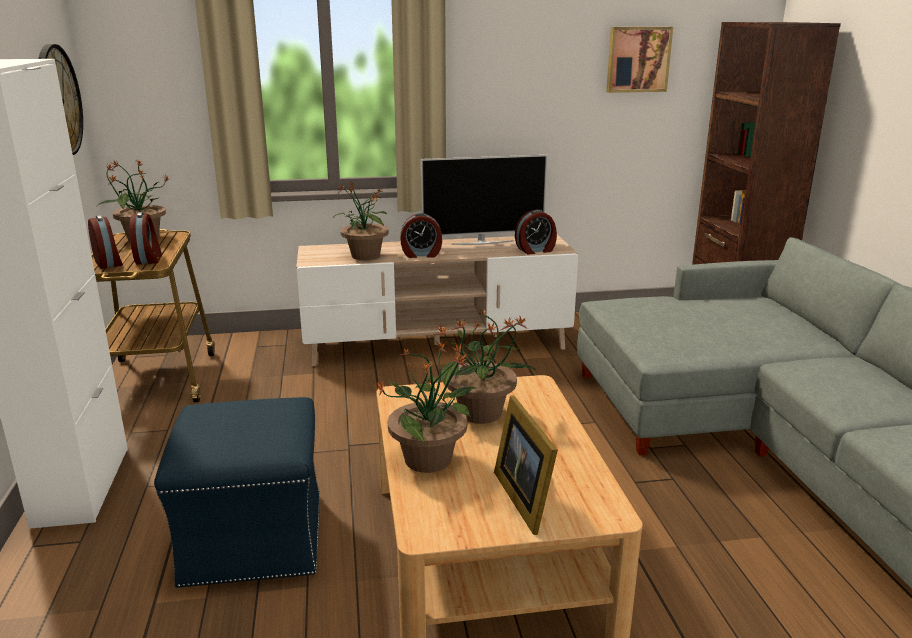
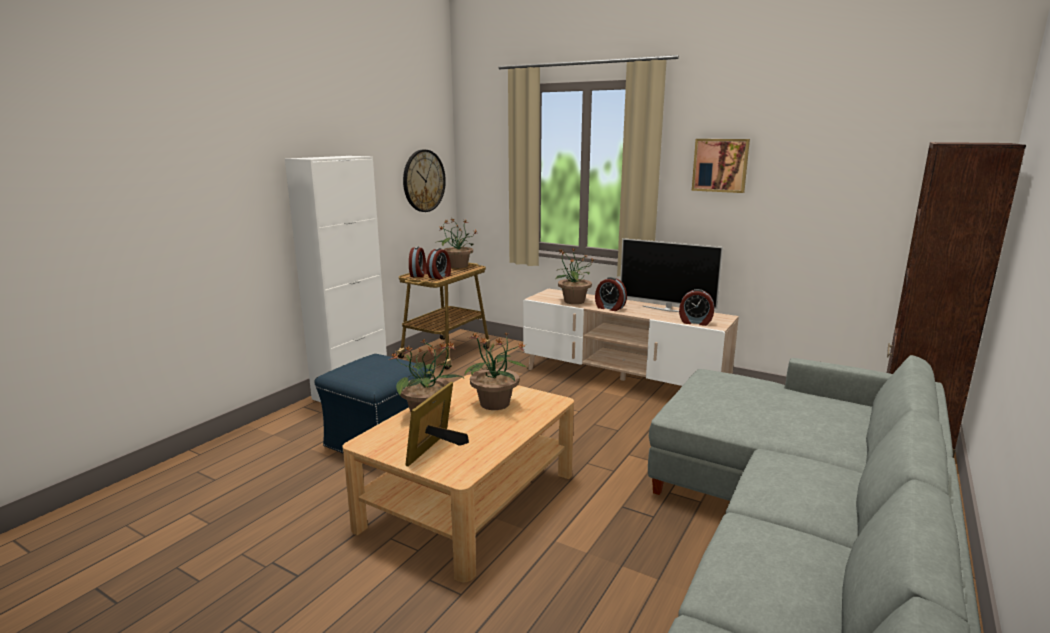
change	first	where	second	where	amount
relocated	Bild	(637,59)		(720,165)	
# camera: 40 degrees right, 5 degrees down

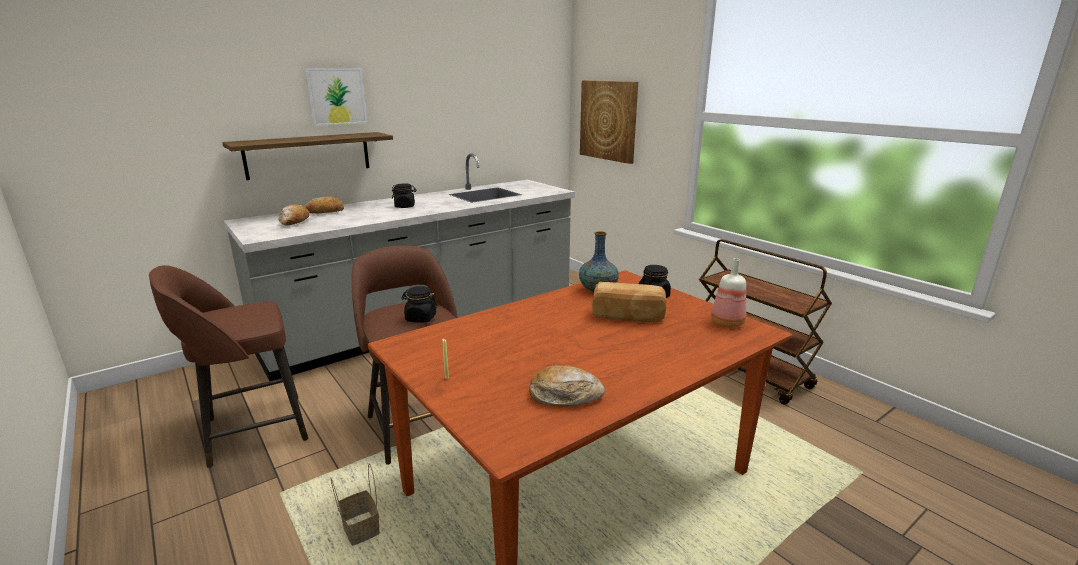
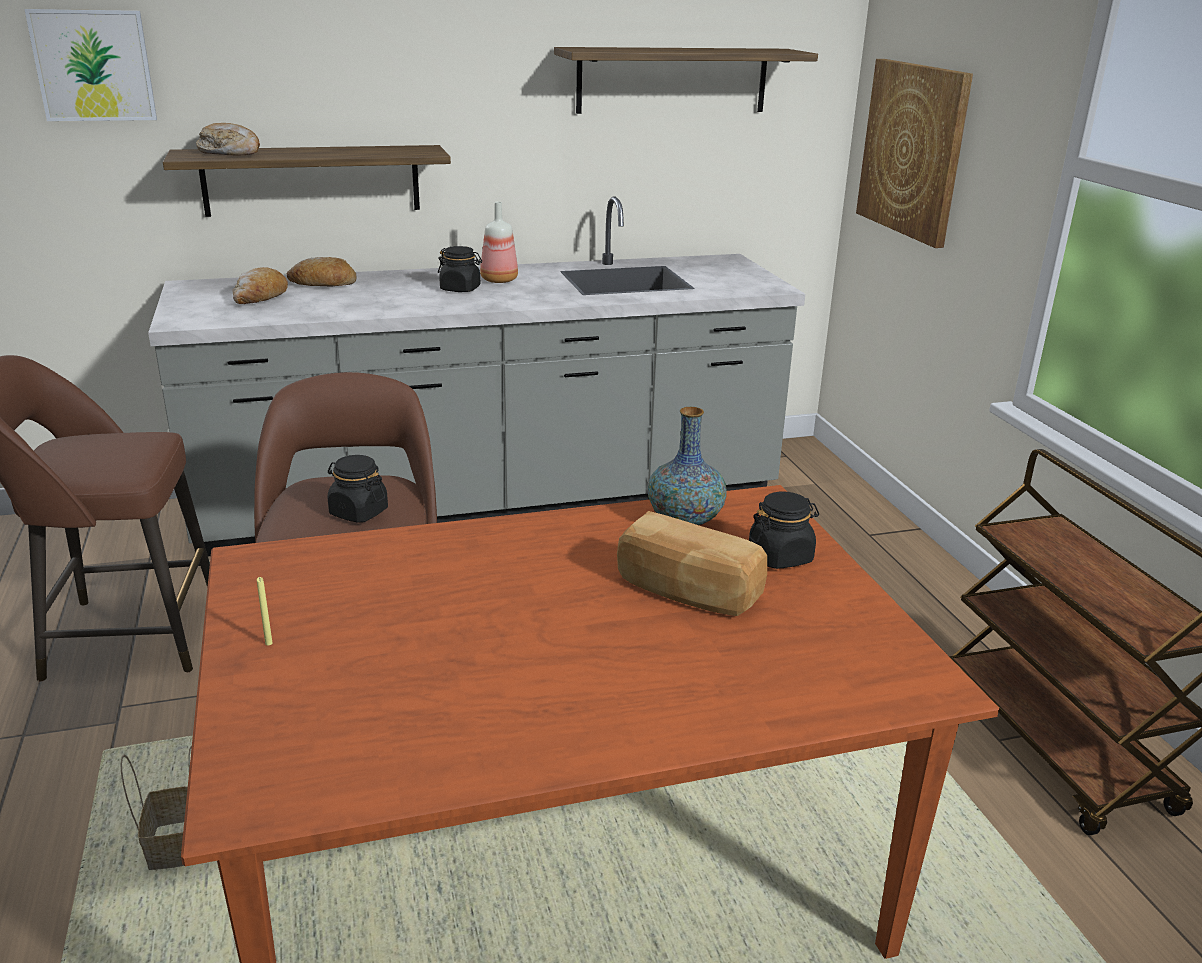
change	first	where	second	where	amount
relocated	Bild	(337,96)		(93,66)	
relocated	Brot	(565,395)		(230,153)	
relocated	Flasche	(726,323)		(498,280)	
appeared			Wandregal	(672,80)	
# camera: 20 degrees right, 5 degrees up

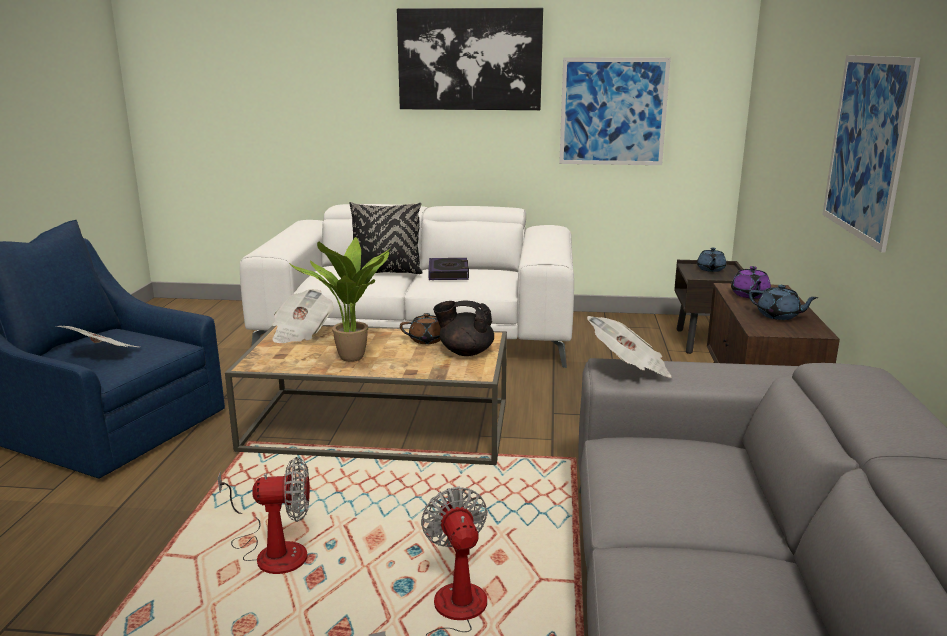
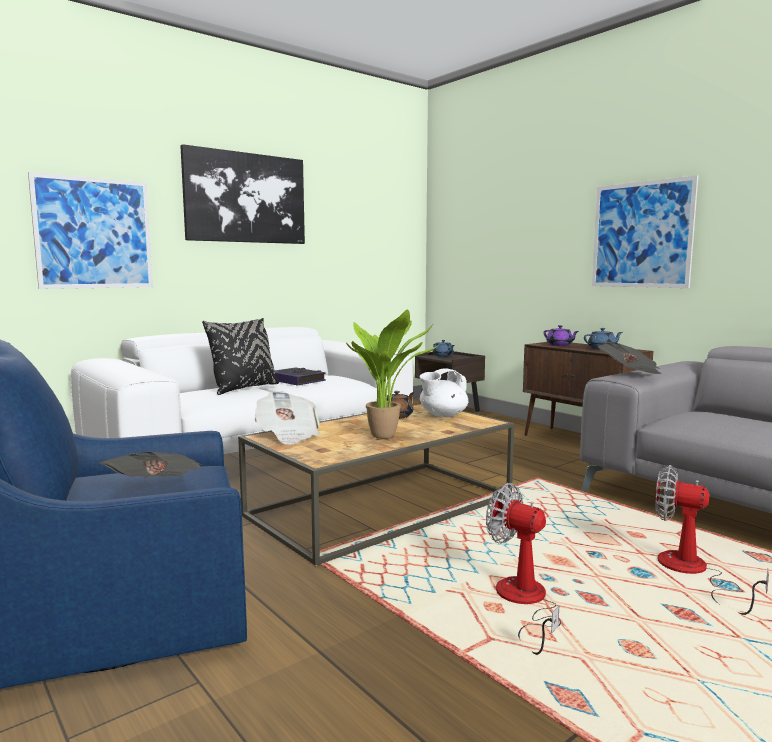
change	first	where	second	where	amount
relocated	Bild	(613,112)		(94,233)	
colour	Teekanne/schwarz	(465,352)	Teekanne/weiß	(442,415)	
spun	Ventilator	(272,551)		(524,603)	90 degrees counterclockwise
# camera: 45 degrees left, 10 degrees down

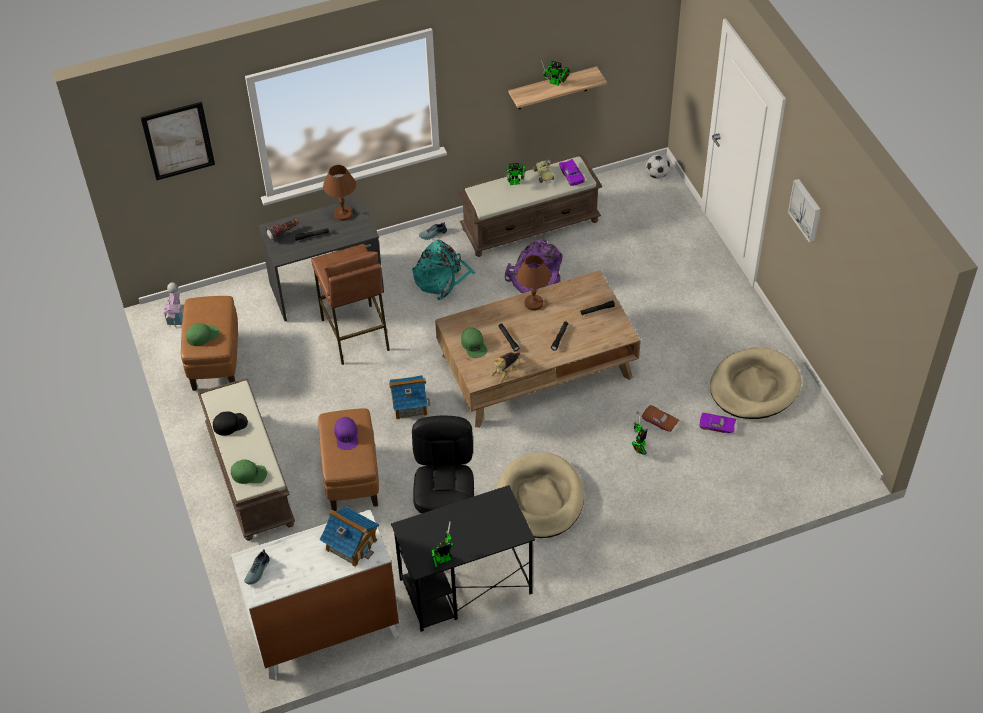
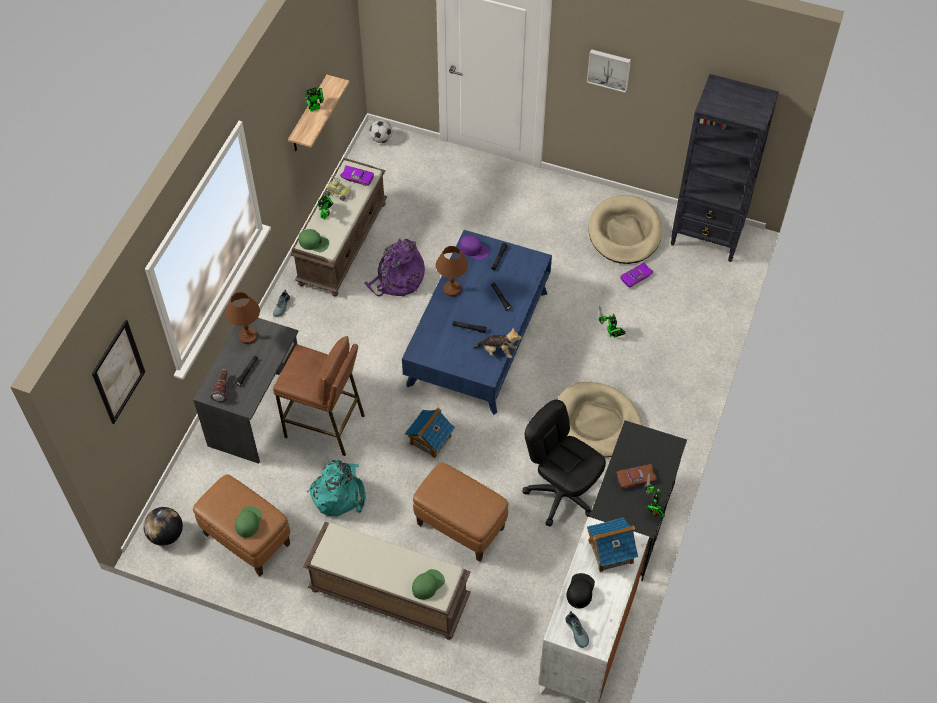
change	first	where	second	where	amount
exchanged	Spielzeughaus	(176,315)	Globus	(166,534)	
relocated	Kappe/grün	(474,345)		(313,242)	
relocated	Rucksack/türkis	(441,278)		(338,493)	
colour	Couchtisch/braun	(537,366)	Couchtisch/blau	(478,337)	
relocated	Kappe/lila	(346,435)		(474,249)	
spun	Plüschtier	(506,371)		(498,351)	60 degrees counterclockwise
relocated	Kappe/schwarz	(230,424)		(580,590)	
relocated	Spielzeugauto/braun	(659,422)		(636,479)	
appeared			Bücherregal/schwarz	(707,236)	
# camera: 50 degrees left, 5 degrees up

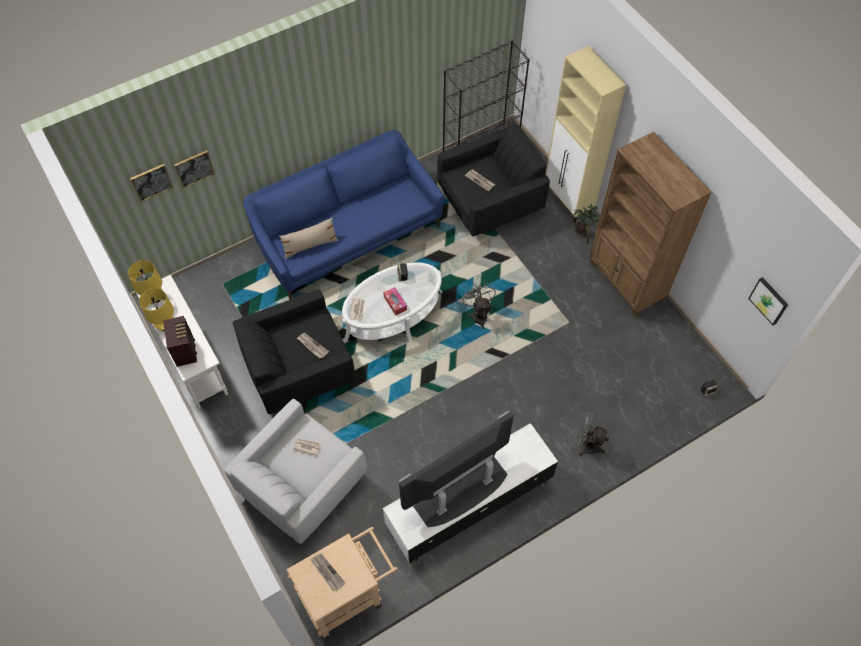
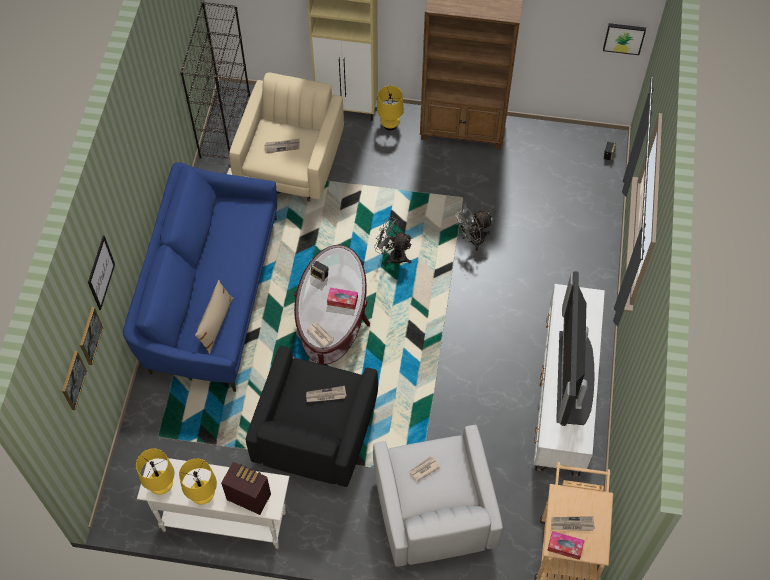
change	first	where	second	where	amount
appeared			Bild	(101,273)	
colour	Sessel/schwarz	(490,203)	Sessel/beige	(291,163)	
colour	Couchtisch/weiß	(393,316)	Couchtisch/braun	(332,320)	
exchanged	Topfpflanze	(582,235)	Tischlampe/gelb	(390,124)	
relocated	Ventilator/grau	(585,445)		(472,240)	
appeared			Taschentuchbox	(565,547)	
# camera: 50 degrees left, 0 degrees up

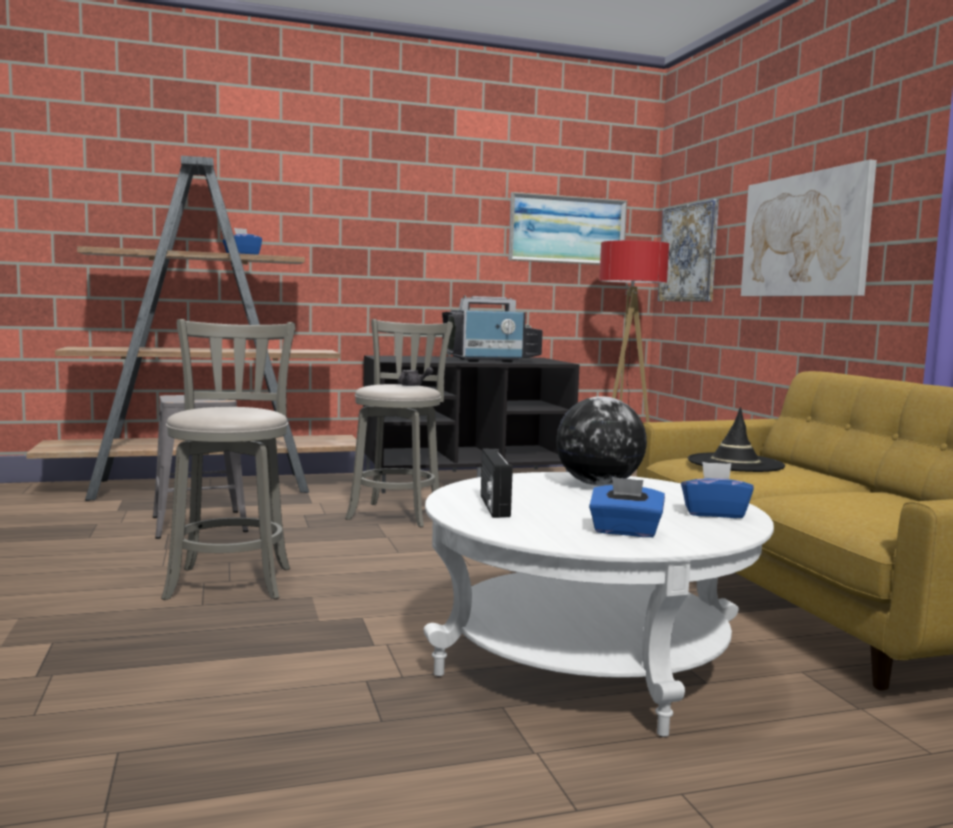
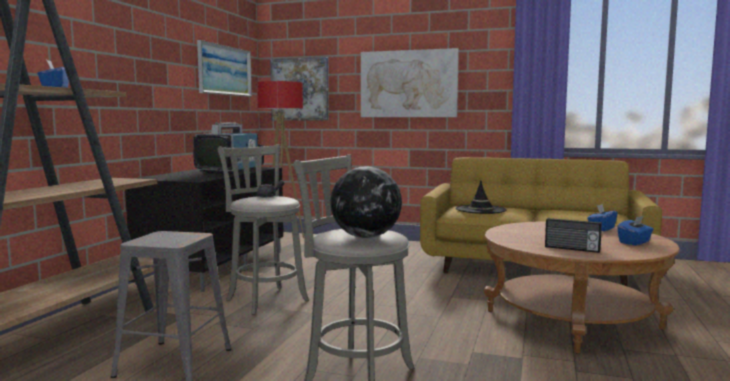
change	first	where	second	where	amount
relocated	Globus	(598,484)		(365,237)	
colour	Couchtisch/weiß	(587,660)	Couchtisch/braun	(572,320)	
# camera: 55 degrees left, 0 degrees up

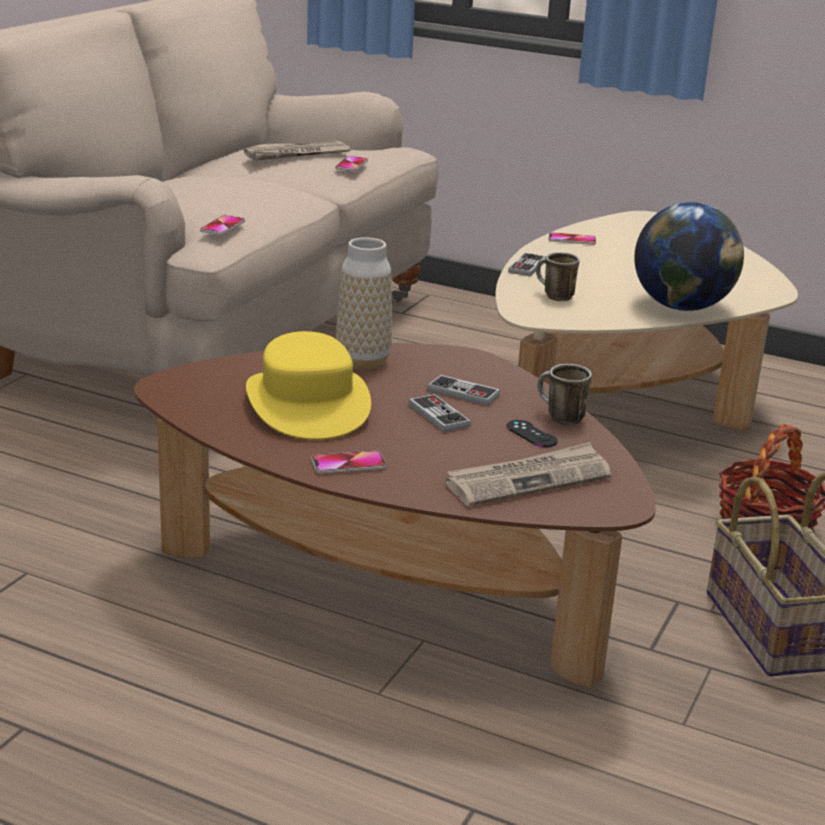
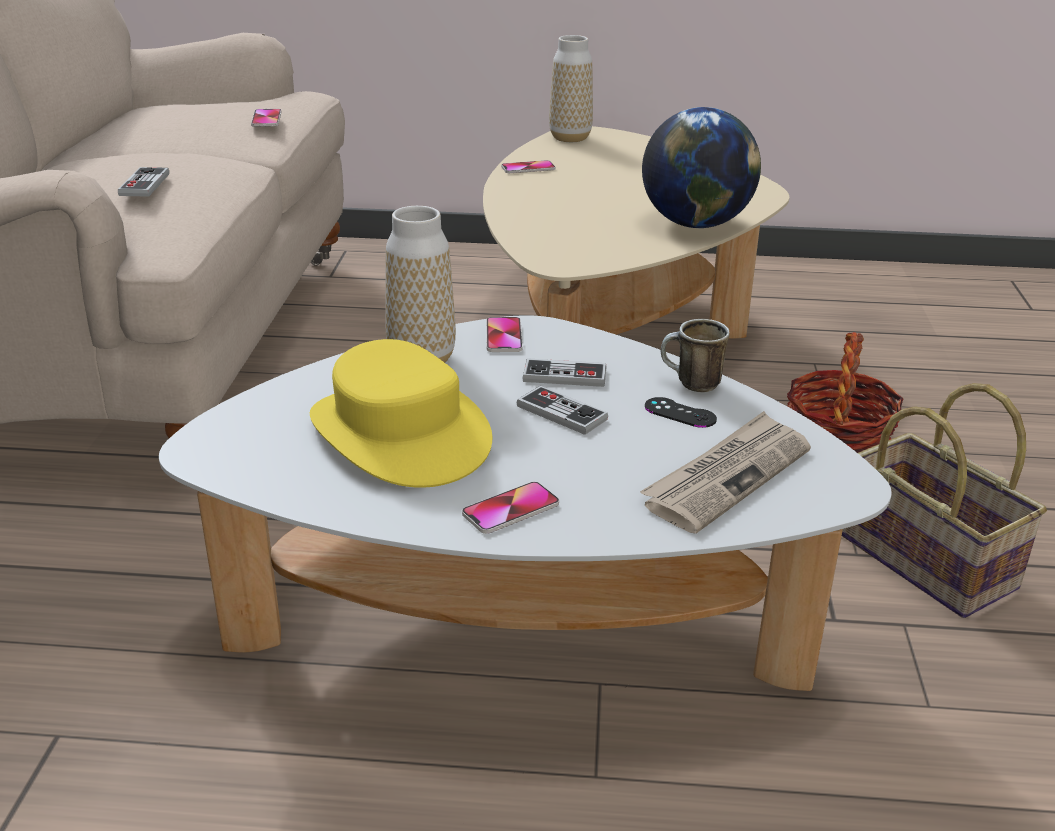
change	first	where	second	where	amount
relocated	Gamepad	(527,266)		(144,184)	
colour	Couchtisch/braun	(392,583)	Couchtisch/weiß	(519,615)	
relocated	Handy	(223,226)		(504,336)	
appeared			Vase	(570,138)	
missing	Zeitung	(297,154)			
missing	Henkelbecher	(553,296)			
# camera: 20 degrees left, 5 degrees up

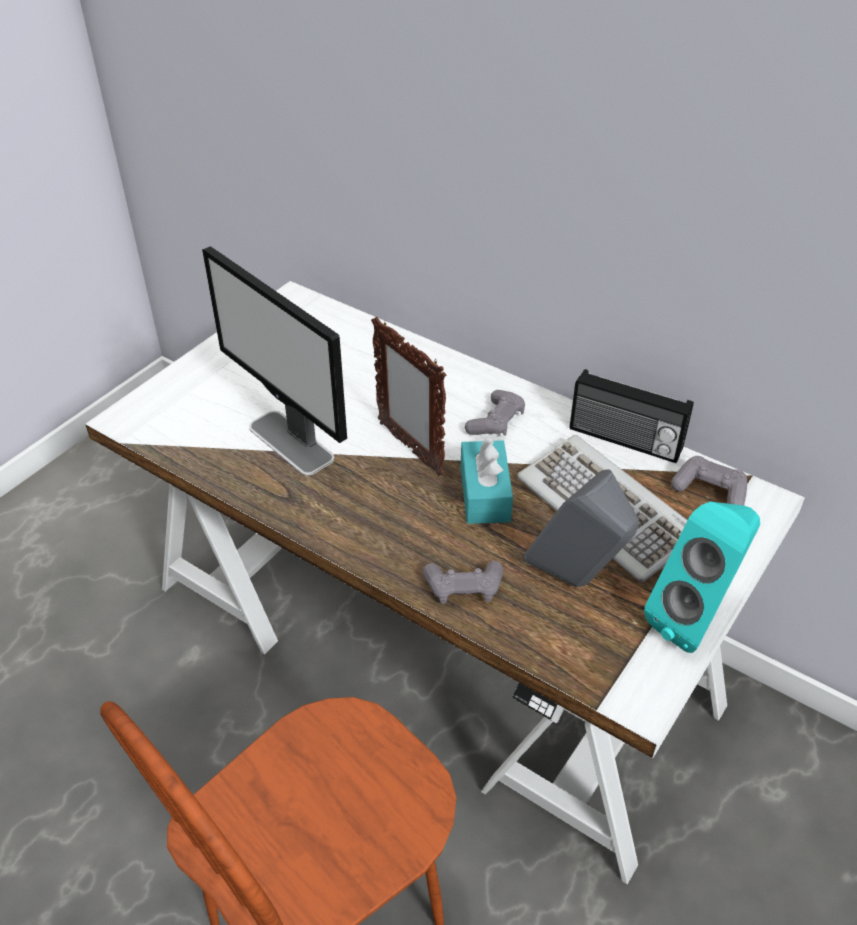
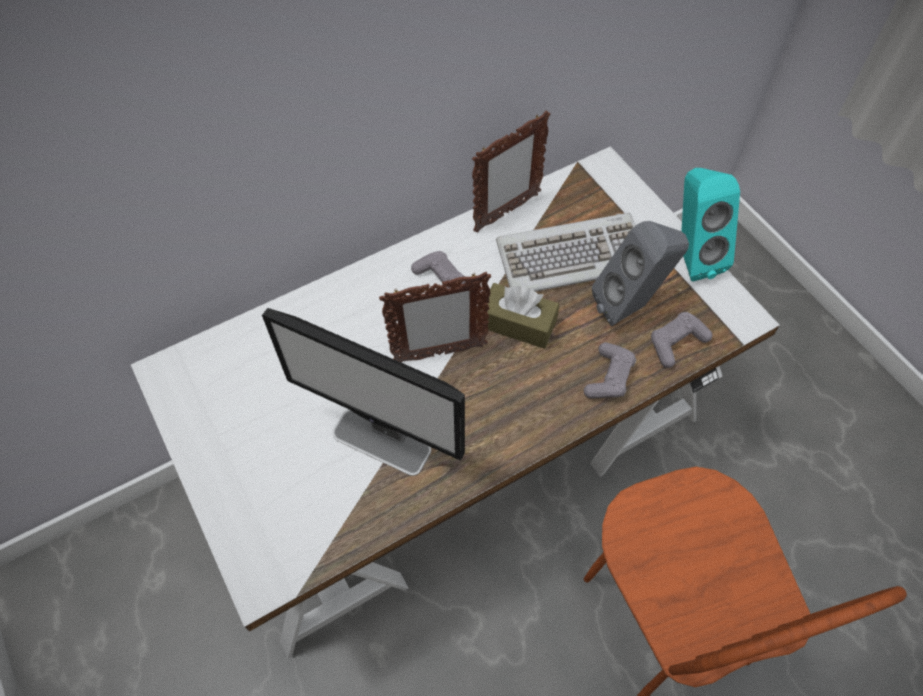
change	first	where	second	where	amount
spun	Monitor	(291,443)		(382,442)	45 degrees clockwise
exchanged	Radio	(624,440)	Bilderrahmen	(506,213)	
colour	Taschentuchbox/türkis	(485,494)	Taschentuchbox/braun	(518,324)	
relocated	Gamepad/grau	(710,490)		(676,343)	
# camera: 65 degrees left, 15 degrees up

